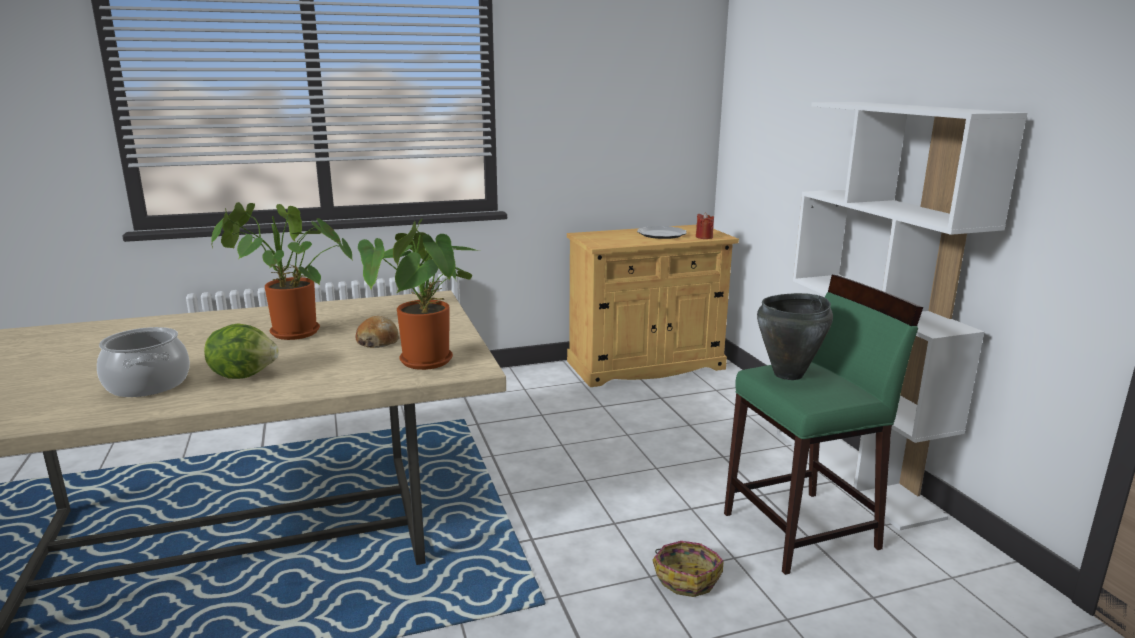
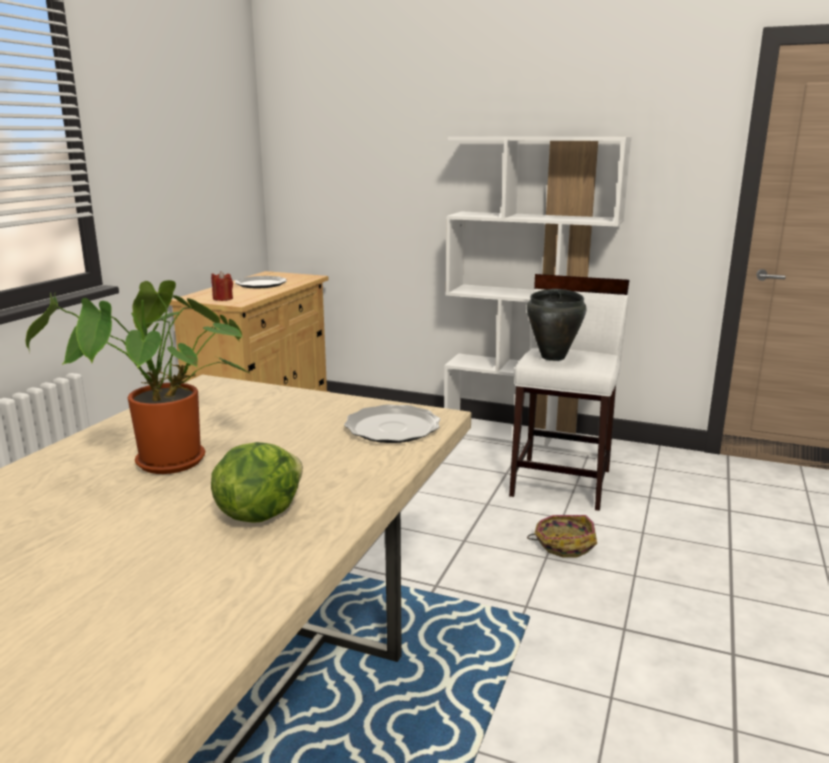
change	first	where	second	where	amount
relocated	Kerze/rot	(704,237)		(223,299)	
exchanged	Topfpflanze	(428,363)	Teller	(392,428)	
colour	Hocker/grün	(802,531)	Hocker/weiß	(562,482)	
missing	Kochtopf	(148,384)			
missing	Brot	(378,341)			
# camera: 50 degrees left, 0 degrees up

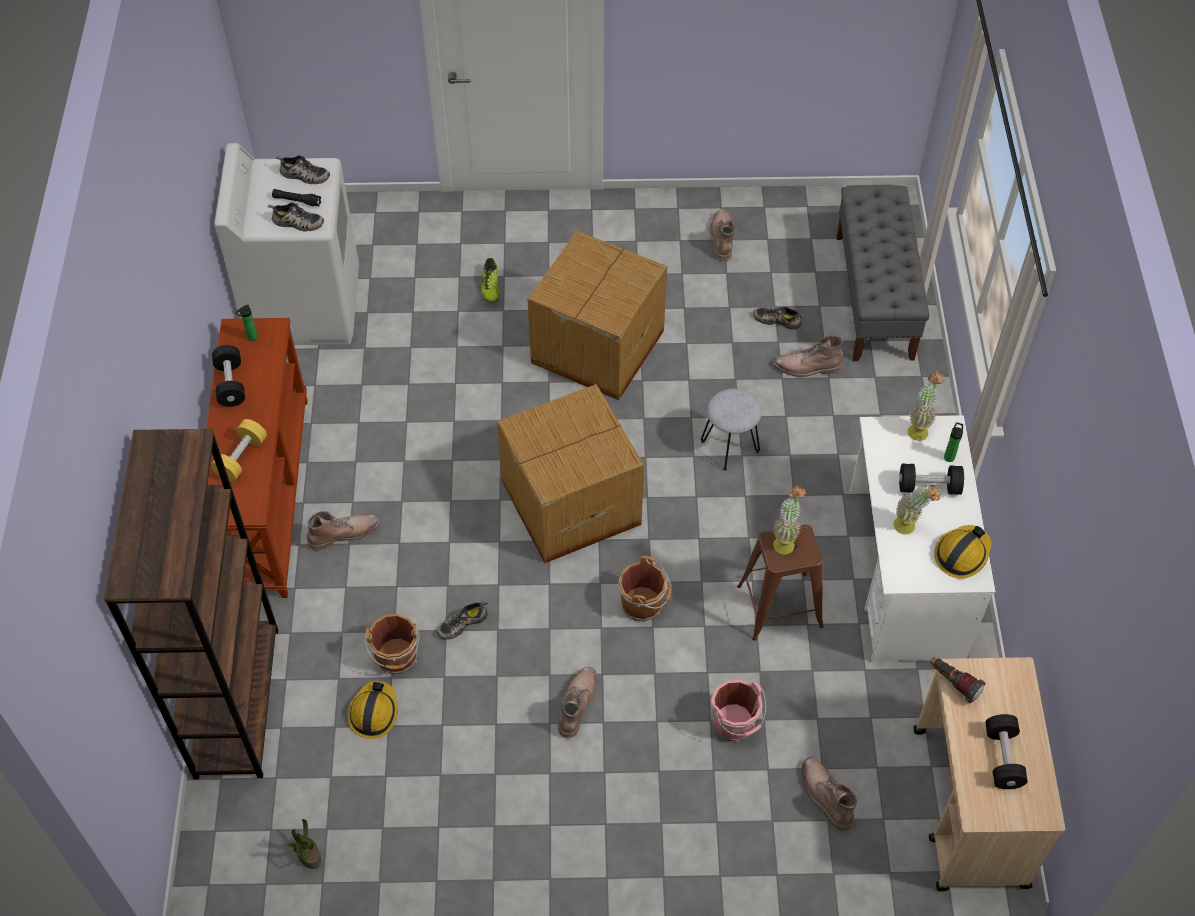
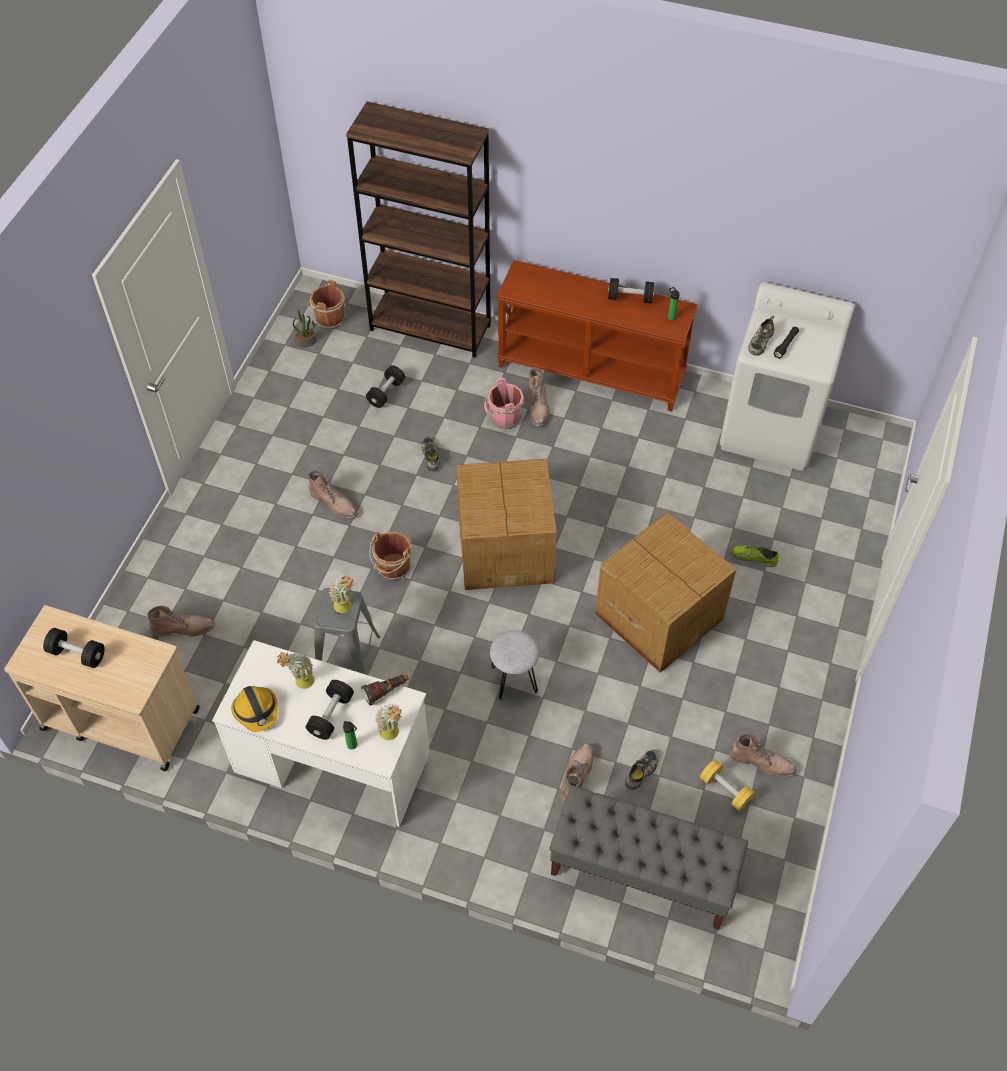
change	first	where	second	where	amount
relocated	Eimer/braun	(397,658)		(328,319)	
colour	Hocker/braun	(779,606)	Hocker/grau	(347,658)	
relocated	Taschenlampe	(953,683)		(386,692)	
exchanged	Schutzhelm	(374,713)	Hantel/schwarz	(386,393)	
relocated	Eimer/rosa	(735,724)		(503,418)	
relocated	Hantel/gelb	(241,458)		(725,790)	
missing	Schuh	(304,176)			
# camera: 110 degrees right, 0 degrees up

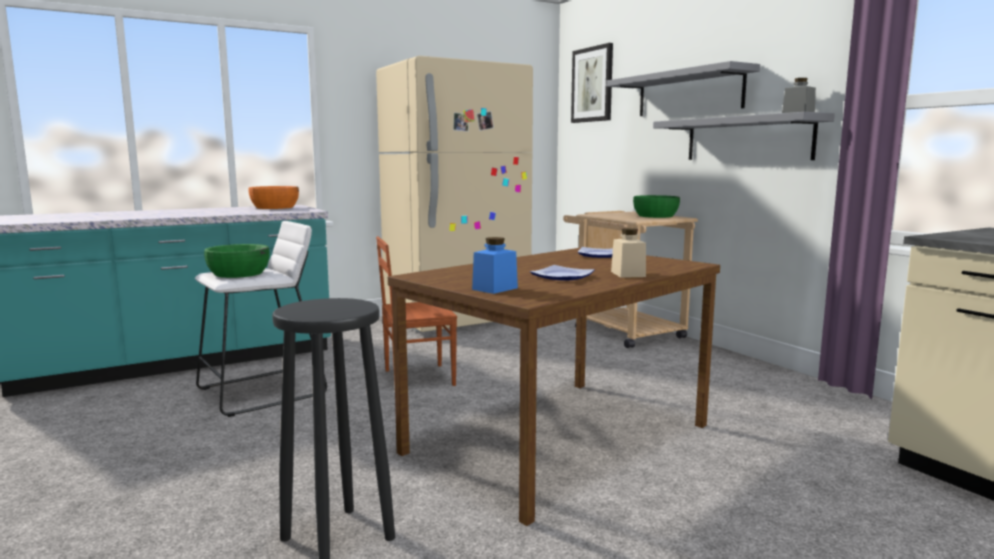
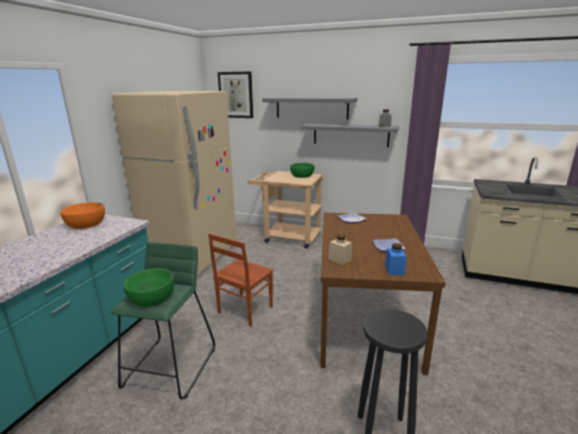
change	first	where	second	where	amount
colour	Hocker/weiß	(262,392)	Hocker/grün	(171,367)	
relocated	Vorratsglas/beige	(628,274)		(340,259)	
# camera: 40 degrees left, 10 degrees up

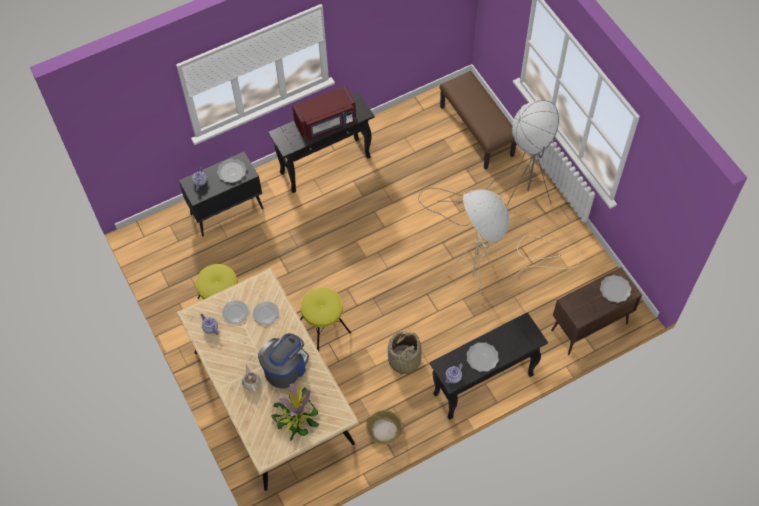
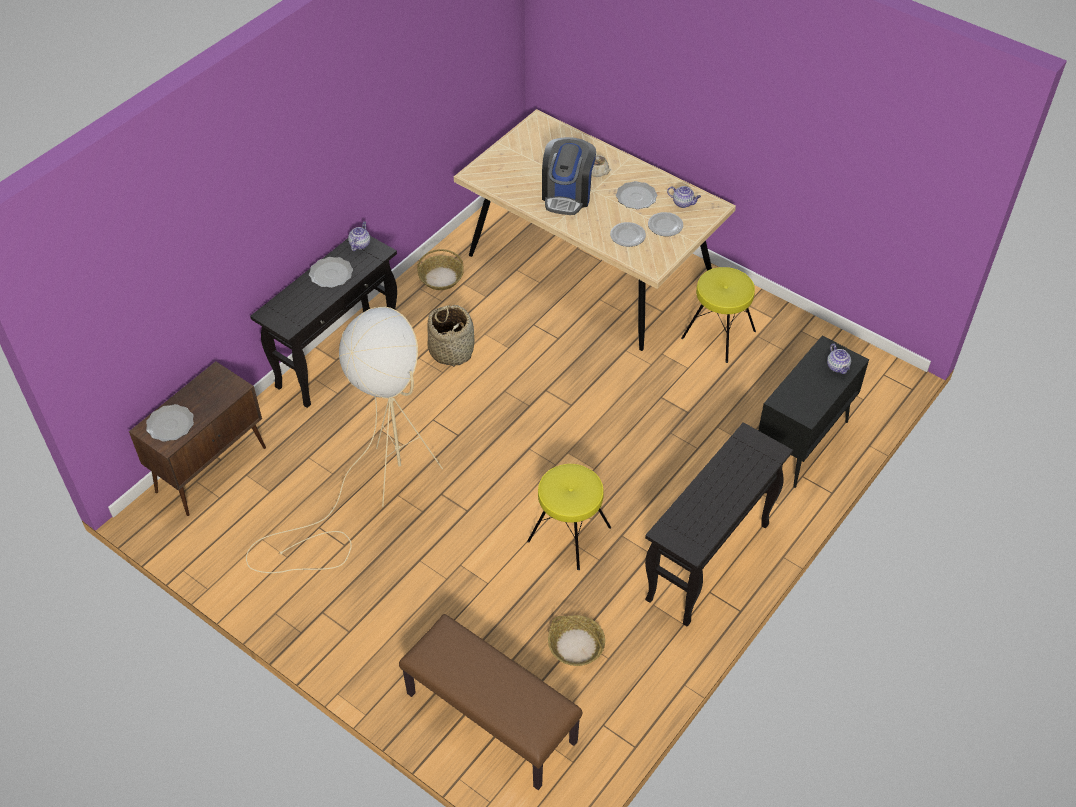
change	first	where	second	where	amount
relocated	Hocker/gelb	(324,327)		(568,534)	
appeared			Korb	(575,646)	
relocated	Teller	(231,171)		(636,197)	
missing	Topfpflanze	(296,417)			
missing	Mikrowelle/rot	(326,123)			
missing	Stehlampe/grau	(505,197)			
# camera: 155 degrees right, 10 degrees down

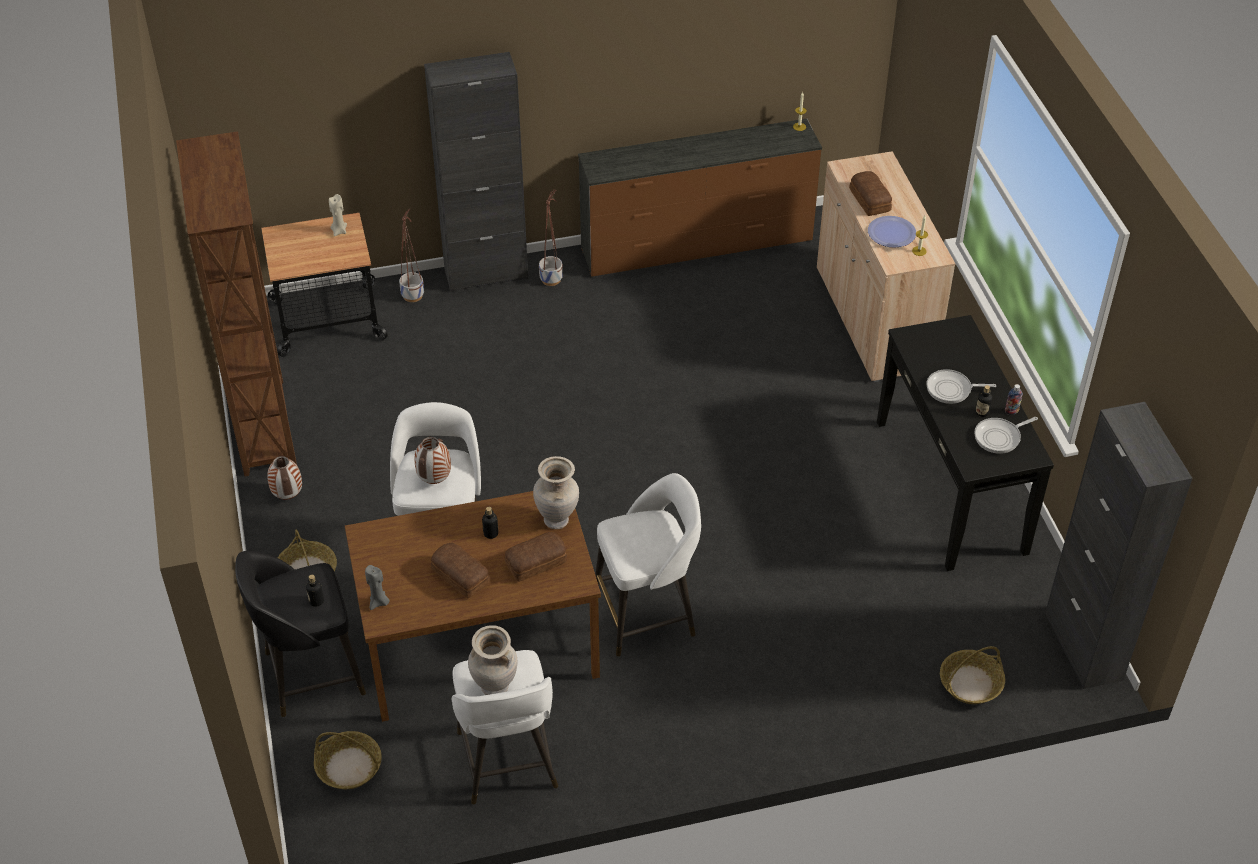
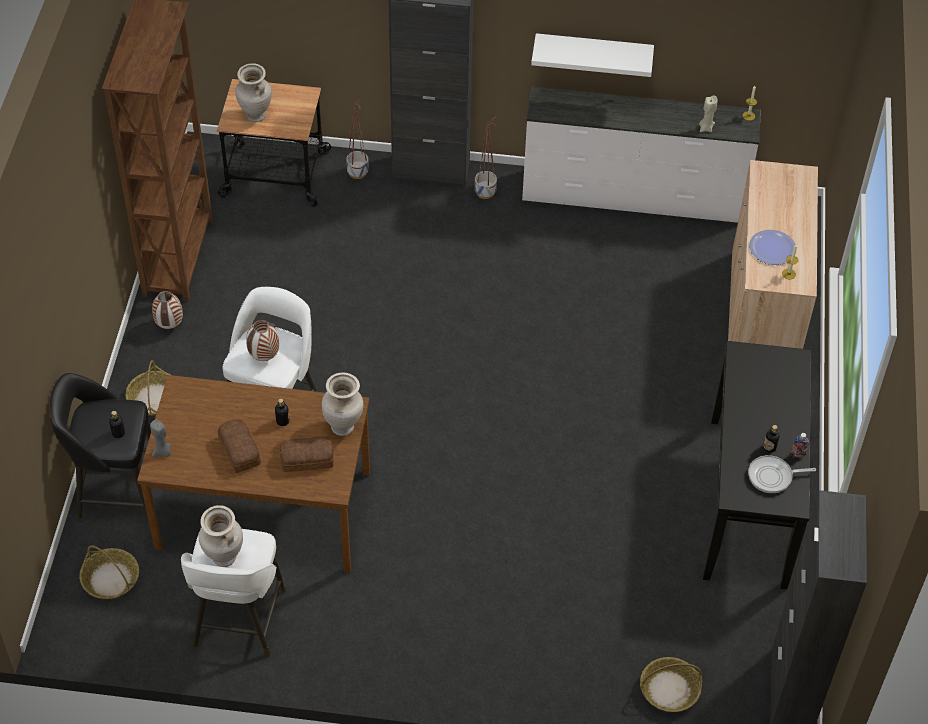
change	first	where	second	where	amount
appeared			Vase/beige	(255,116)	
colour	Kommode/braun	(697,244)	Kommode/weiß	(633,197)	
appeared			Wandregal/weiß	(593,52)	
relocated	Kerze/beige	(339,231)		(706,128)	
missing	Hocker/weiß	(647,614)			
missing	Brot	(870,199)			
missing	Pfanne	(951,389)			
# camera: 20 degrees right, 5 degrees up

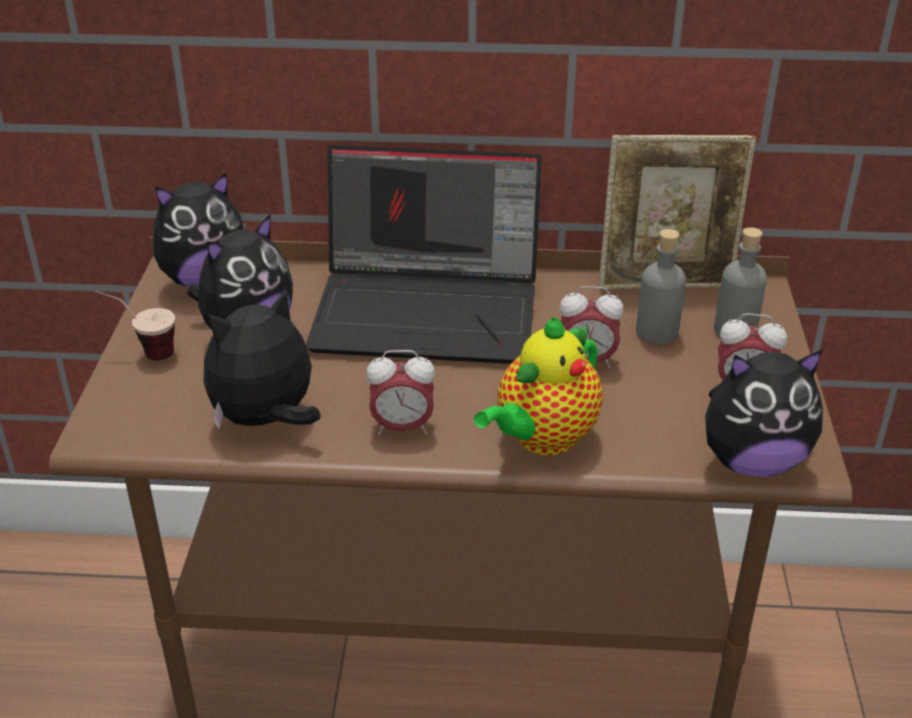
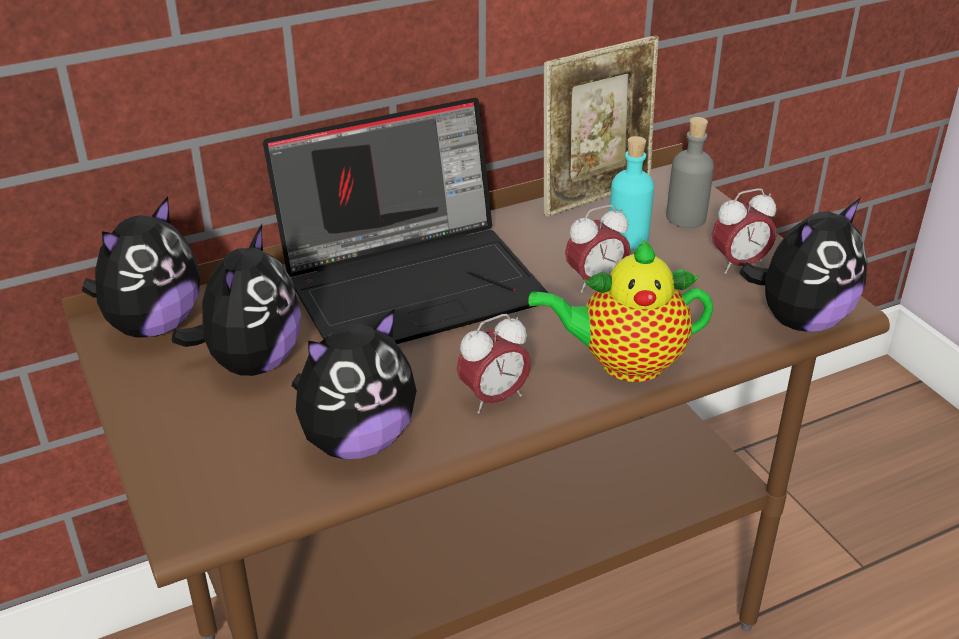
change	first	where	second	where	amount
spun	Plüschtier	(266,420)		(356,441)	150 degrees counterclockwise
spun	Teekanne	(542,439)		(624,363)	75 degrees clockwise
colour	Flasche/grau	(657,332)	Flasche/türkis	(627,239)	
missing	Tasse	(143,352)			
# camera: 30 degrees left, 0 degrees up

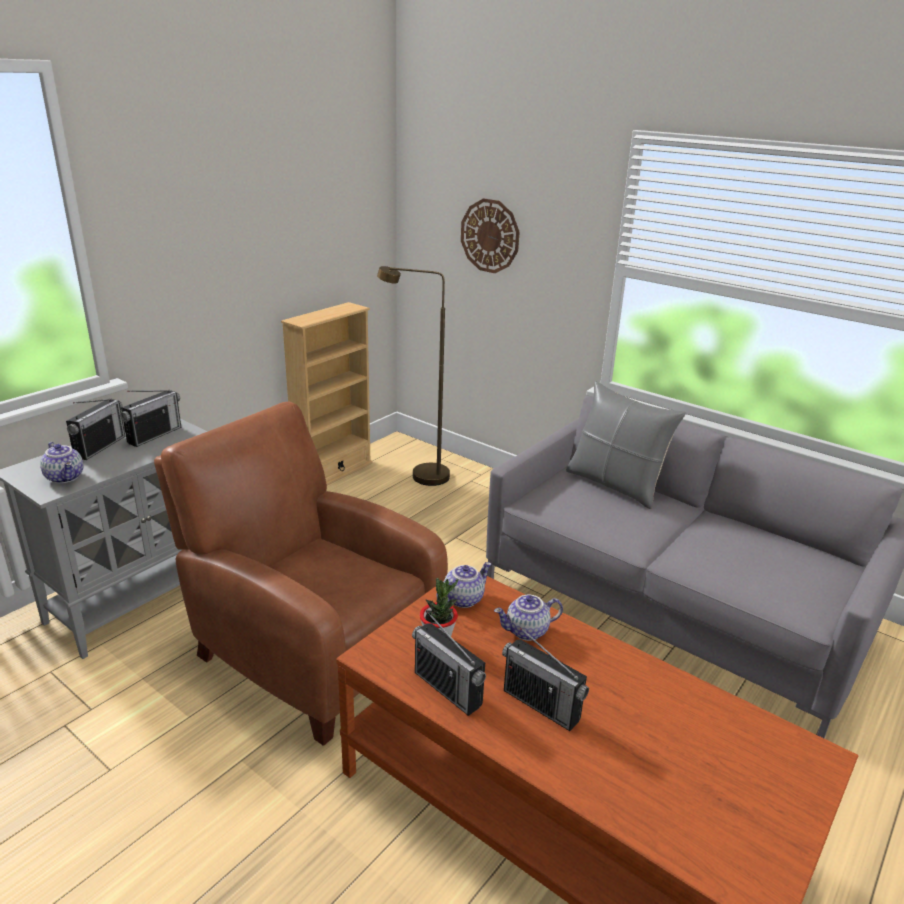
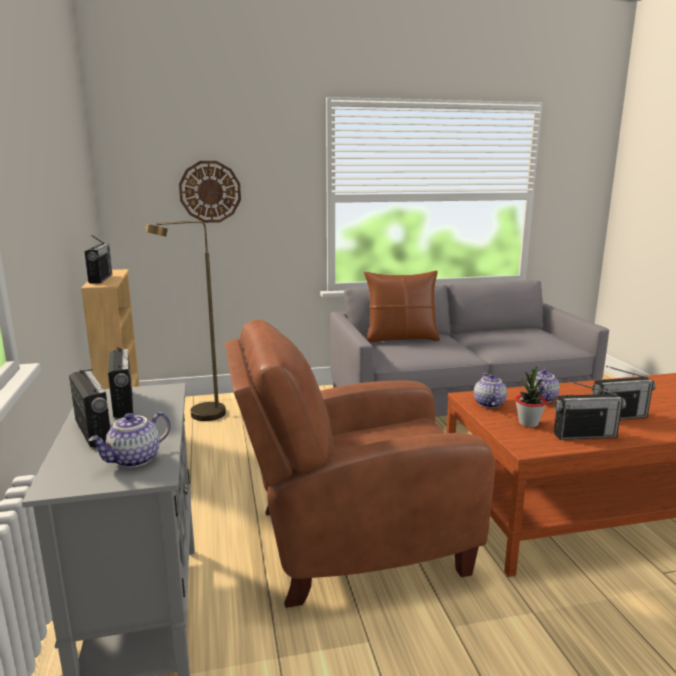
change	first	where	second	where	amount
appeared			Radio	(101,279)	
spun	Teekanne	(66,477)		(134,460)	135 degrees clockwise
colour	Kissen/grau	(615,485)	Kissen/braun	(401,339)	
# camera: 50 degrees left, 10 degrees down

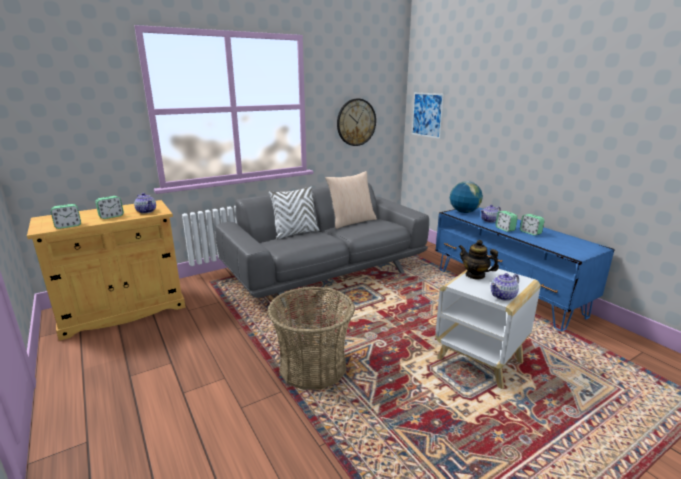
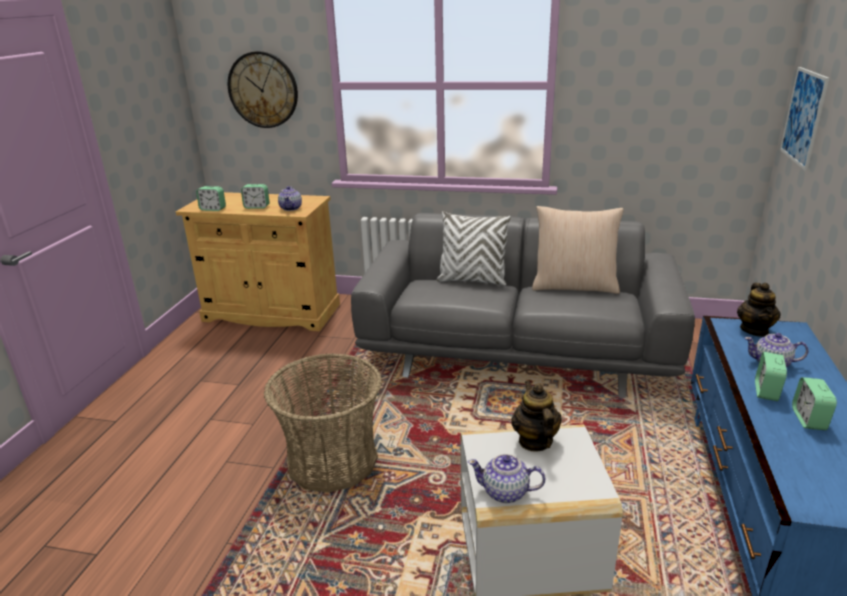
change	first	where	second	where	amount
relocated	Wanduhr	(356,122)		(263,90)	
exchanged	Globus	(464,212)	Teekanne	(754,330)	
# camera: 45 degrees right, 5 degrees up

